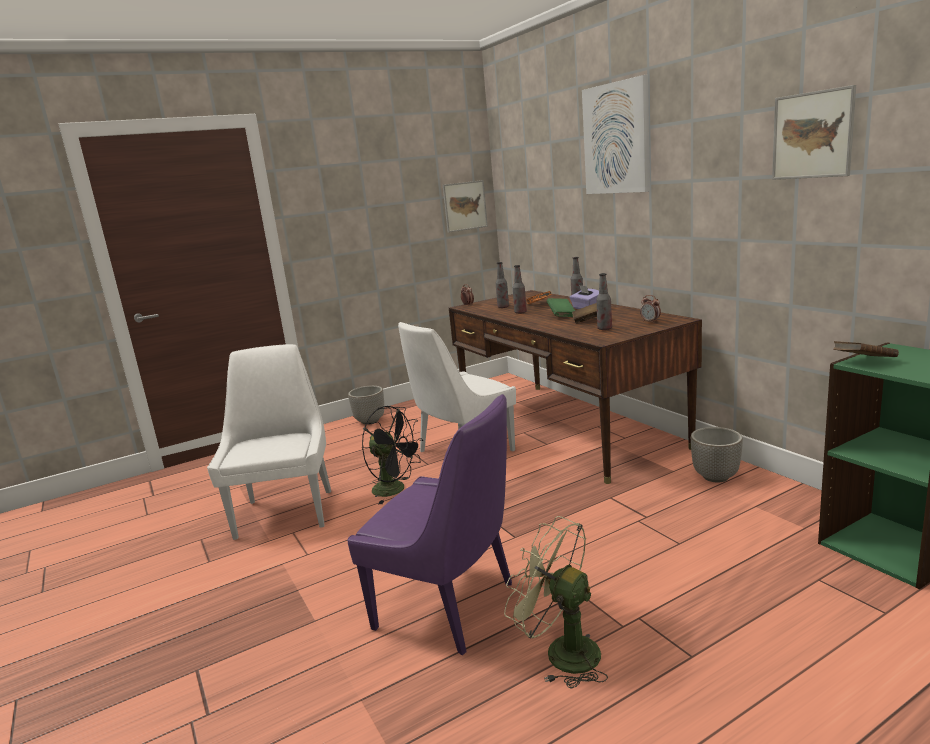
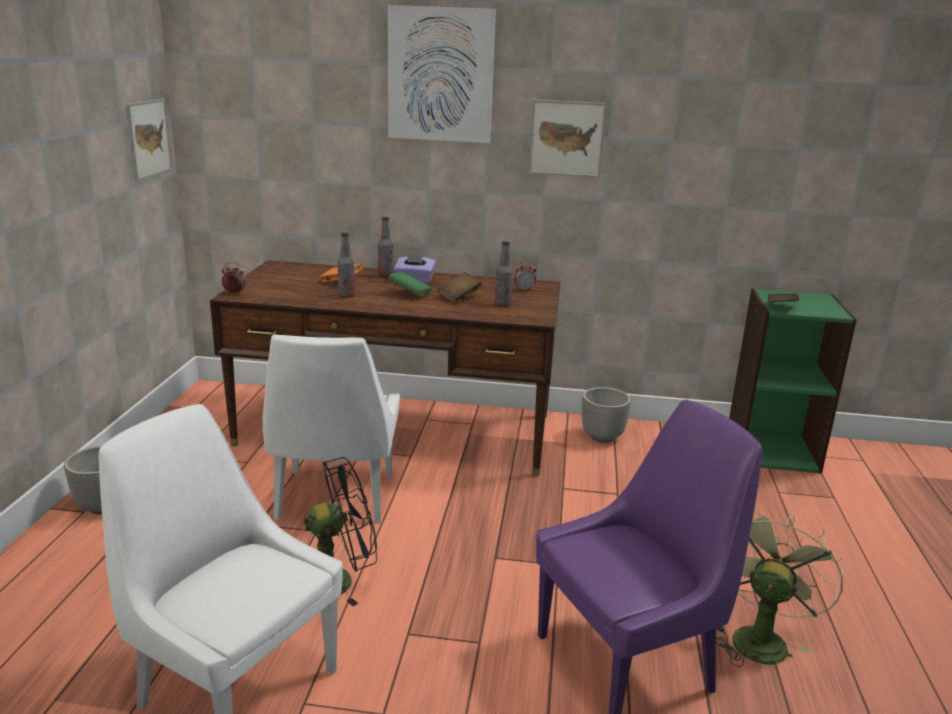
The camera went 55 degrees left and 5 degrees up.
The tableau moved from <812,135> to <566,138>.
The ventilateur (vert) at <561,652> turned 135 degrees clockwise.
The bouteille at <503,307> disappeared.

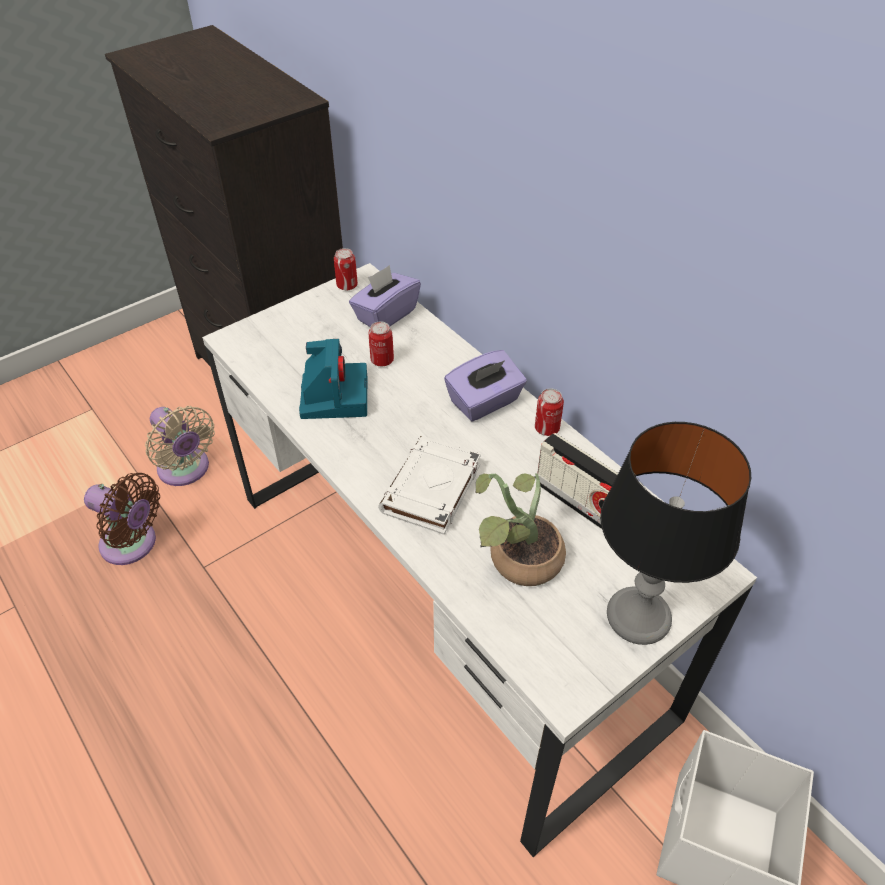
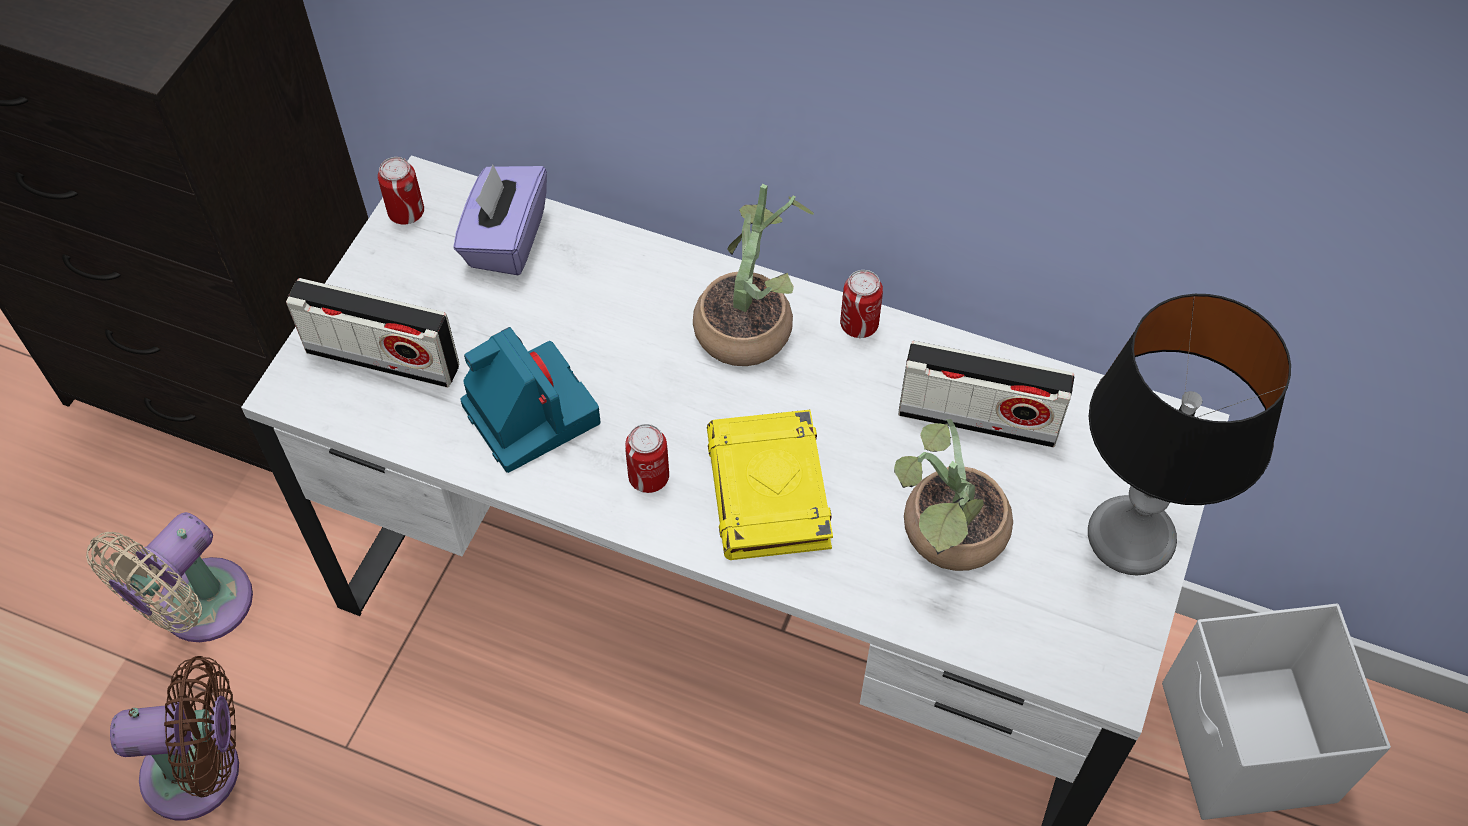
The camera went 30 degrees left and 10 degrees up.
The ventilateur (beige) at <186,470> turned 105 degrees clockwise.
The radio at <383,358> appeared.
The boîte métallique moved from <382,360> to <648,477>.
The boîte à mouchoirs (violet) at <485,402> was replaced by the plante en pot at <750,322>.
The livre (blanc) at <431,490> became the livre (jaune) at <770,492>.

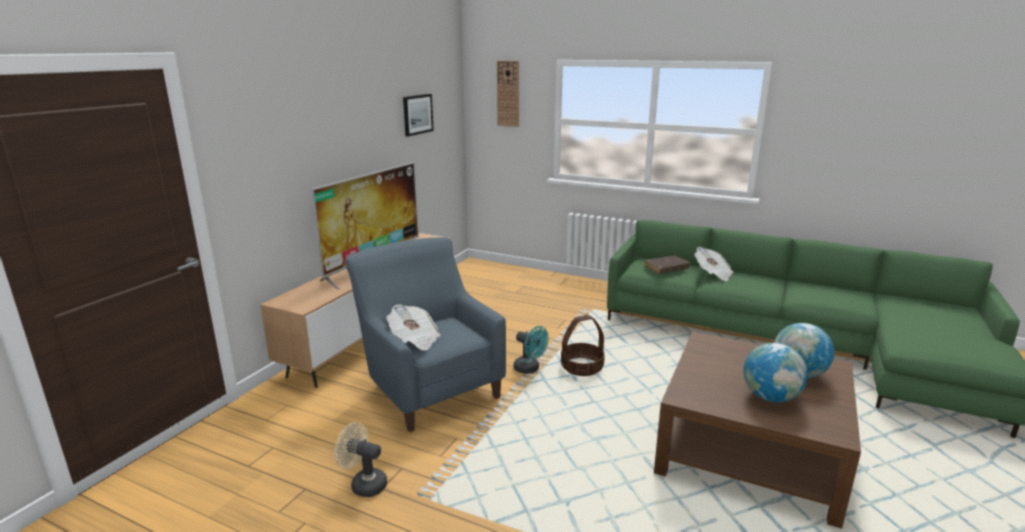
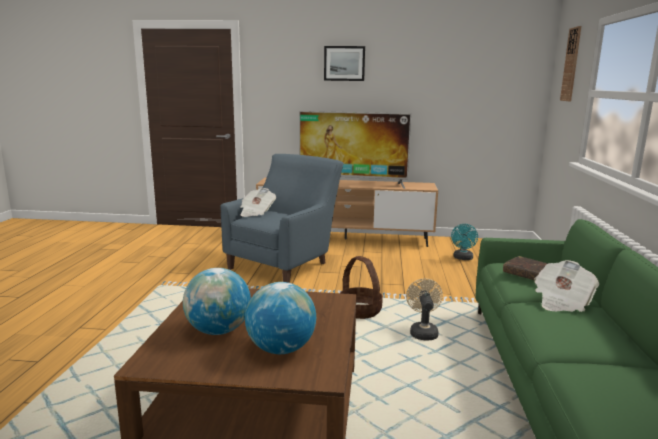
The camera went 70 degrees right and 5 degrees down.
The tableau moved from <417,114> to <344,63>.
The ventilateur (beige) moved from <364,484> to <423,332>.
The ventilateur (turquoise) moved from <530,369> to <463,258>.

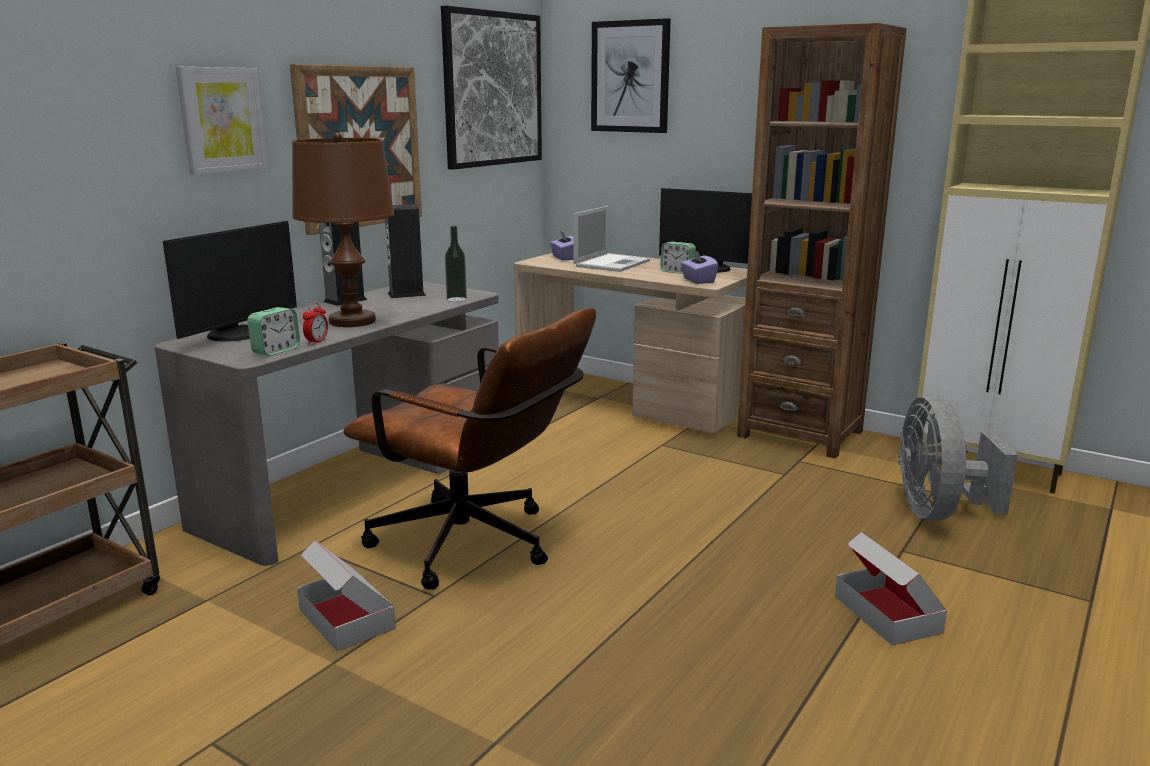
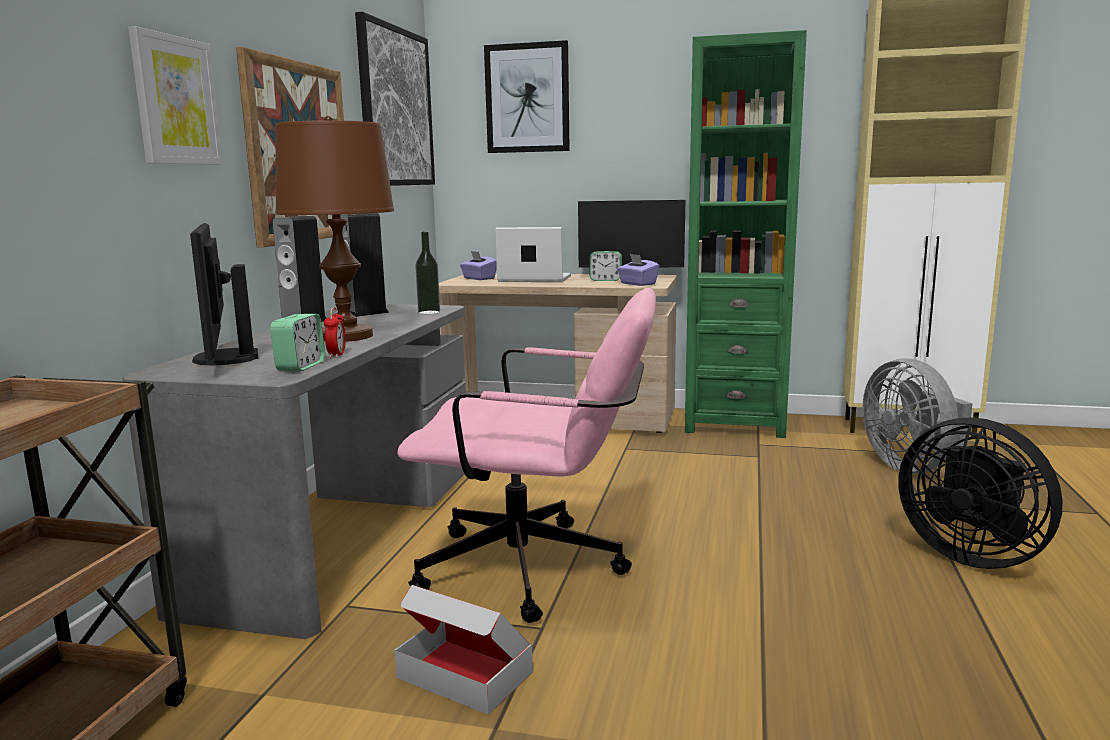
The camera went 20 degrees left and 5 degrees down.
The écran d'ordinateur at <238,334> turned 150 degrees clockwise.
The chaise de bureau (marron) at <476,547> became the chaise de bureau (rose) at <539,570>.
The ordinateur portable at <612,263> turned 90 degrees counterclockwise.
The bibliothèque (marron) at <800,434> became the bibliothèque (vert) at <735,423>.
The carton at <887,614> was replaced by the ventilateur (noir) at <971,554>.

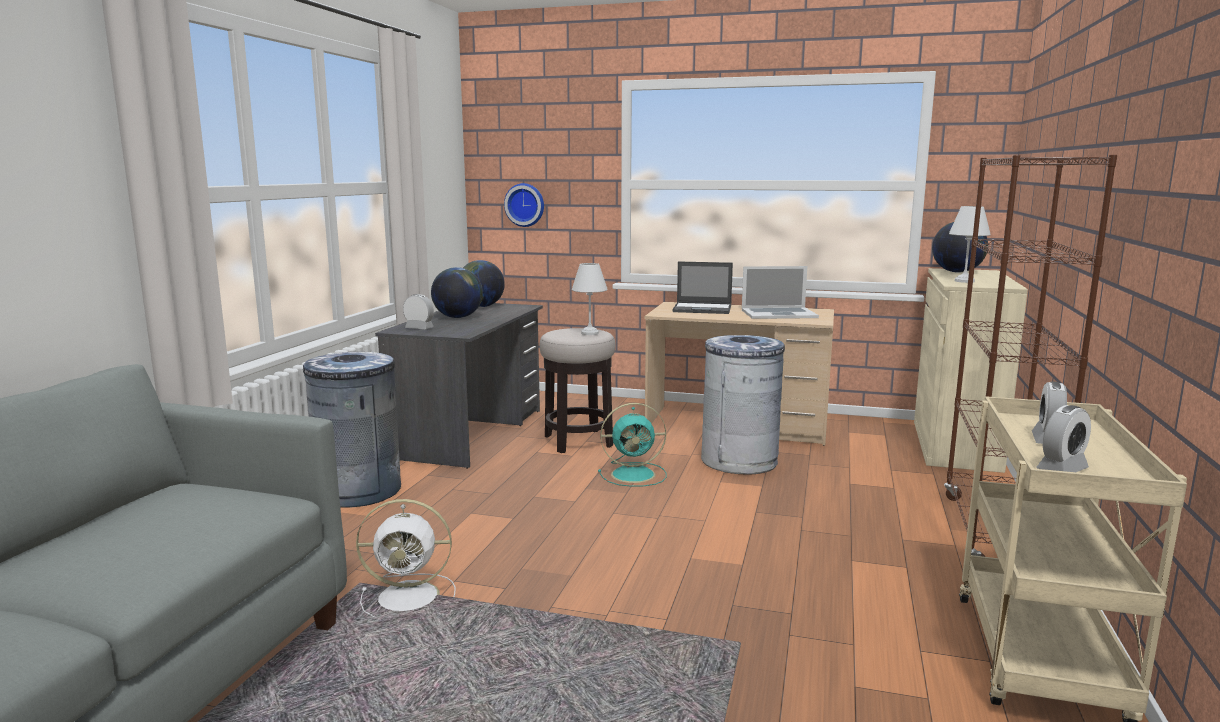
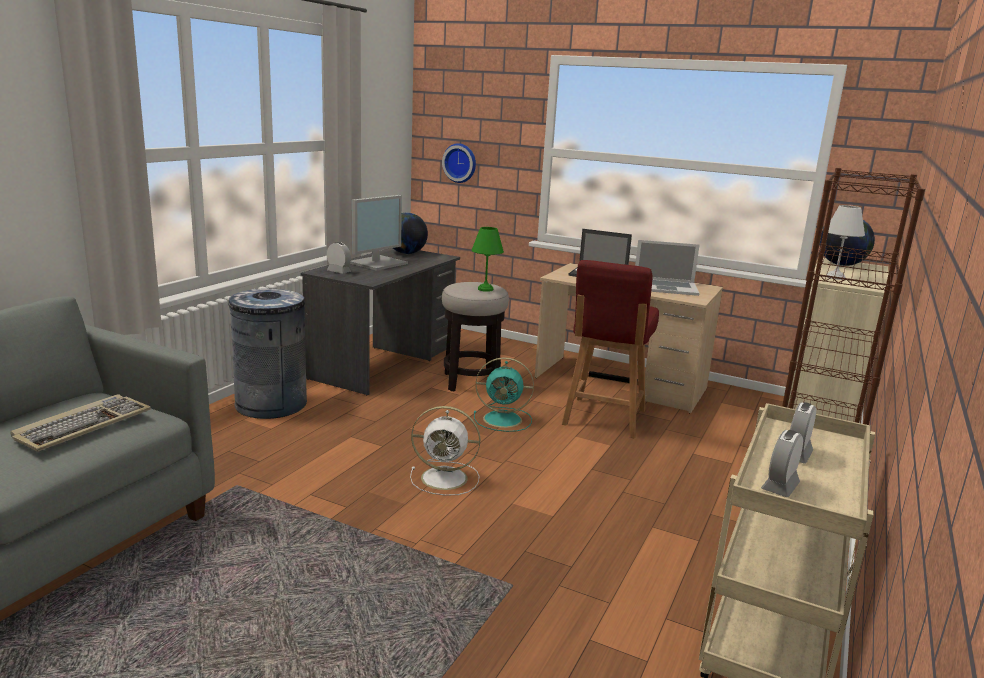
The camera went 10 degrees right and 5 degrees up.
The clavier at <83,425> appeared.
The globe at <458,317> was replaced by the écran d'ordinateur at <378,263>.
The ventilateur (blanc) moved from <411,597> to <446,478>.
The lampe de table (blanc) at <590,333> became the lampe de table (vert) at <485,289>.
The poubelle (gris) at <739,461> was replaced by the chaise (rouge) at <603,418>.
The réveil at <1062,469> turned 150 degrees clockwise.

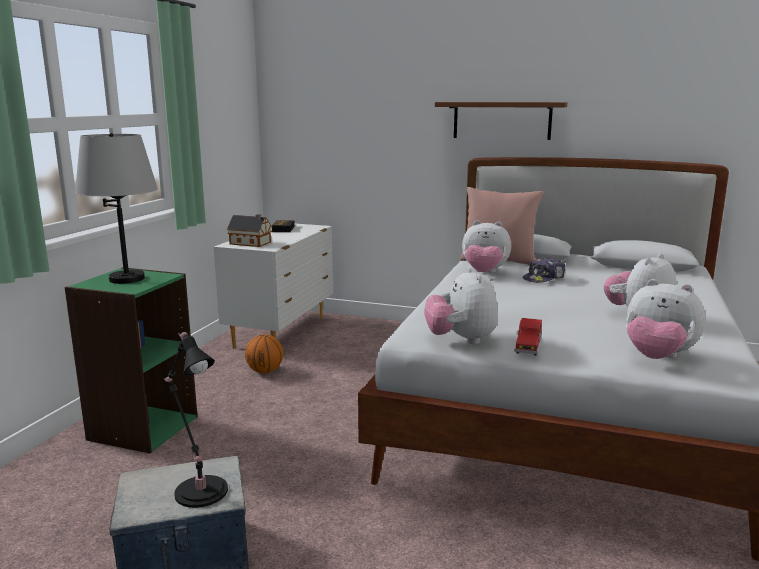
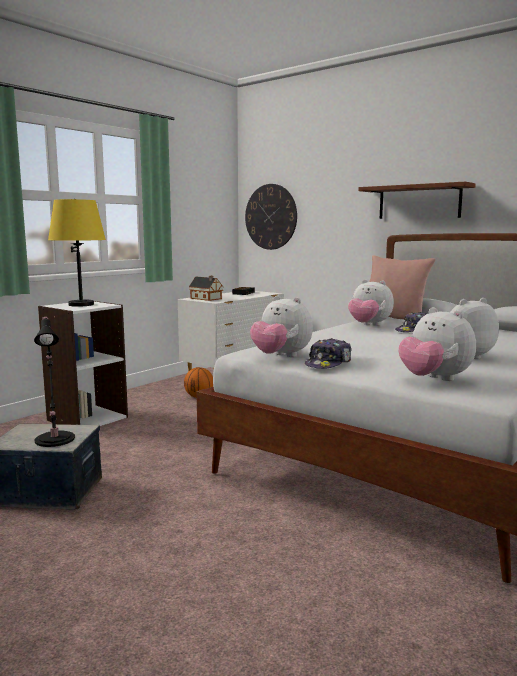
The camera went 20 degrees right and 5 degrees down.
The bibliothèque (vert) at <142,428> became the bibliothèque (blanc) at <87,418>.
The lampe de table (gris) at <127,279> became the lampe de table (jaune) at <81,304>.
The horloge murale at <271,217> appeared.
The peluche at <461,340> turned 60 degrees counterclockwise.
The petite voiture (rouge) at <528,346> was replaced by the casquette at <328,364>.

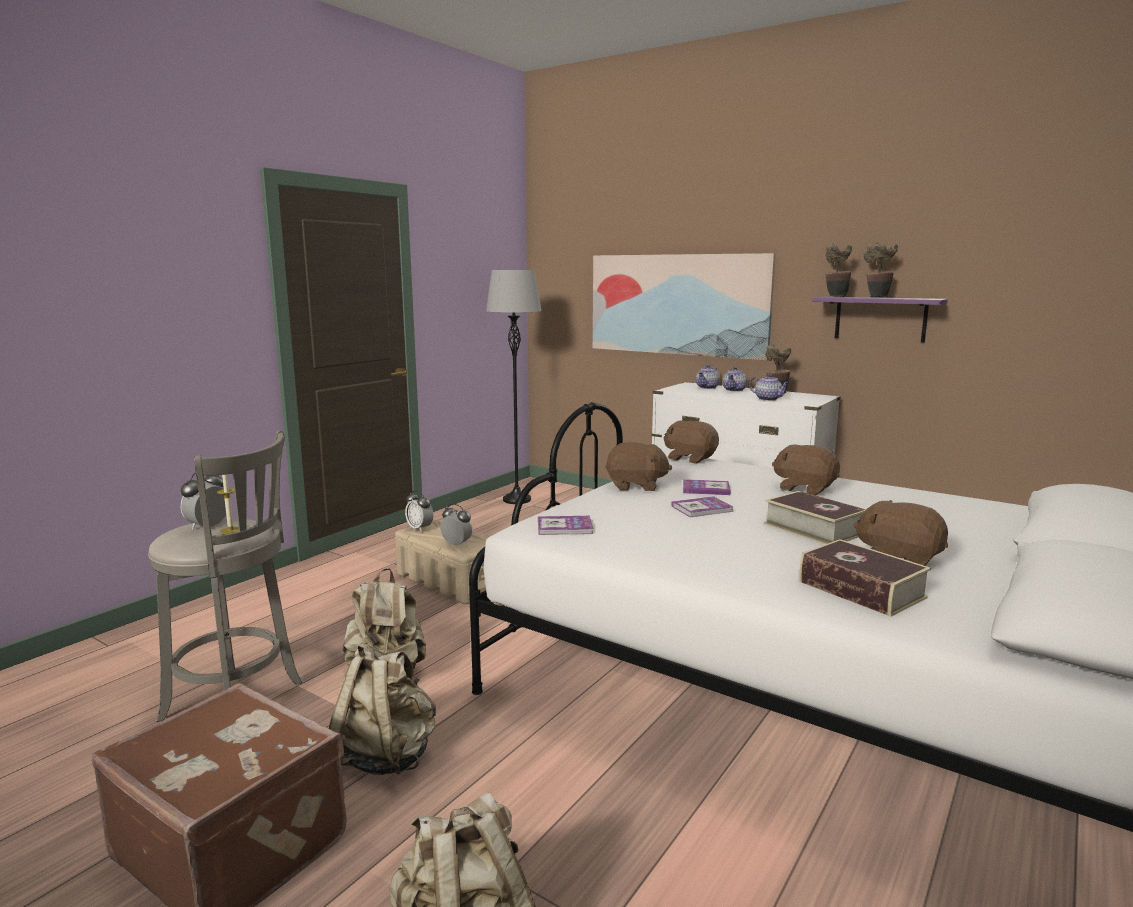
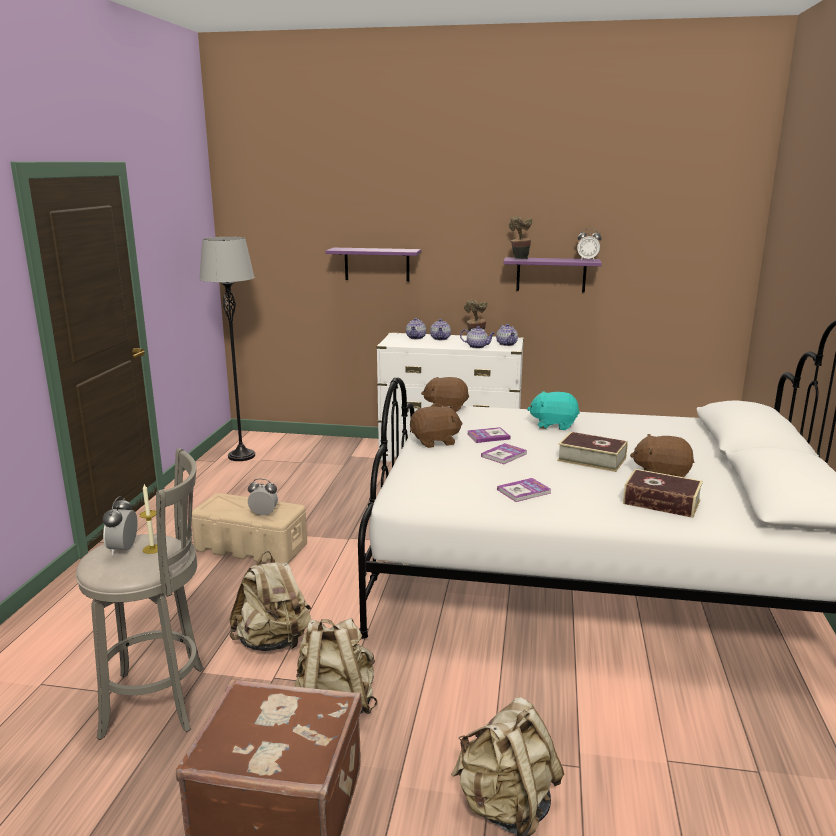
The camera went 25 degrees left and 5 degrees up.
The tableau at <677,304> was replaced by the étagère (violet) at <377,264>.
The théière at <507,344> appeared.
The livre moved from <564,527> to <524,491>.
The peluche (marron) at <805,488> became the peluche (turquoise) at <553,425>.
The réveil moved from <420,528> to <587,260>.
The plante en pot at <876,297> disappeared.

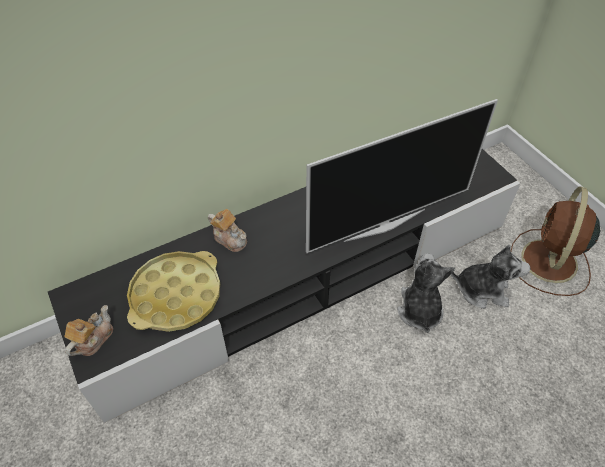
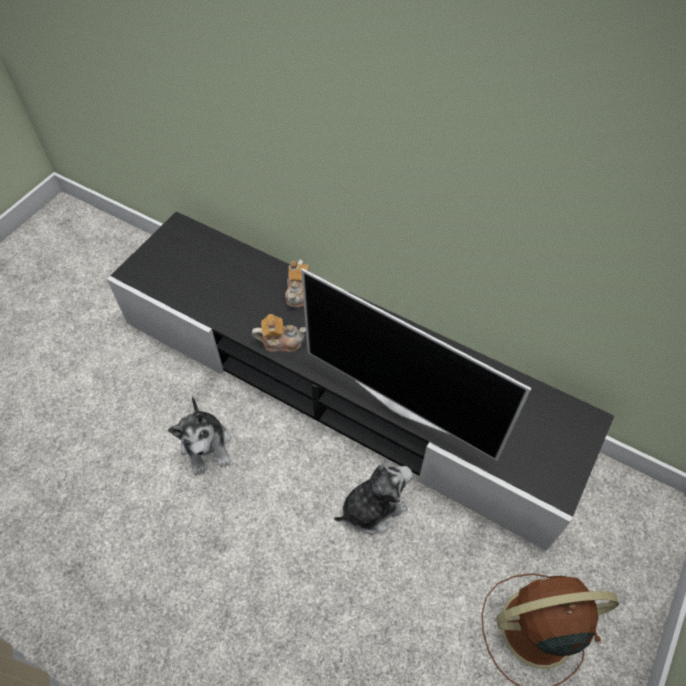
The camera went 60 degrees right and 5 degrees up.
The peluche moved from <482,290> to <207,445>.
The théière moved from <93,339> to <281,342>.
The plateau (jaune) at <176,295> disappeared.

